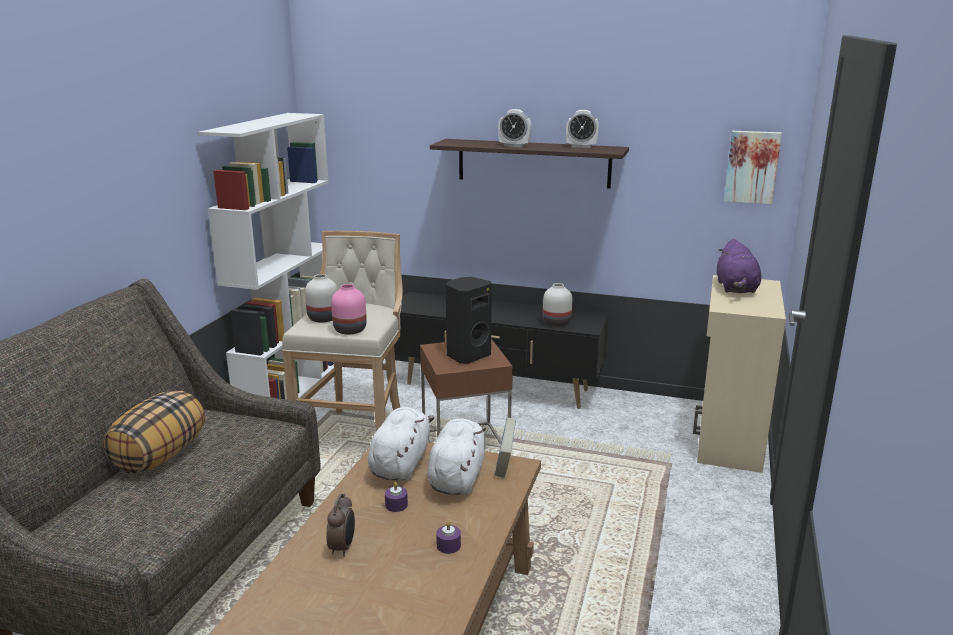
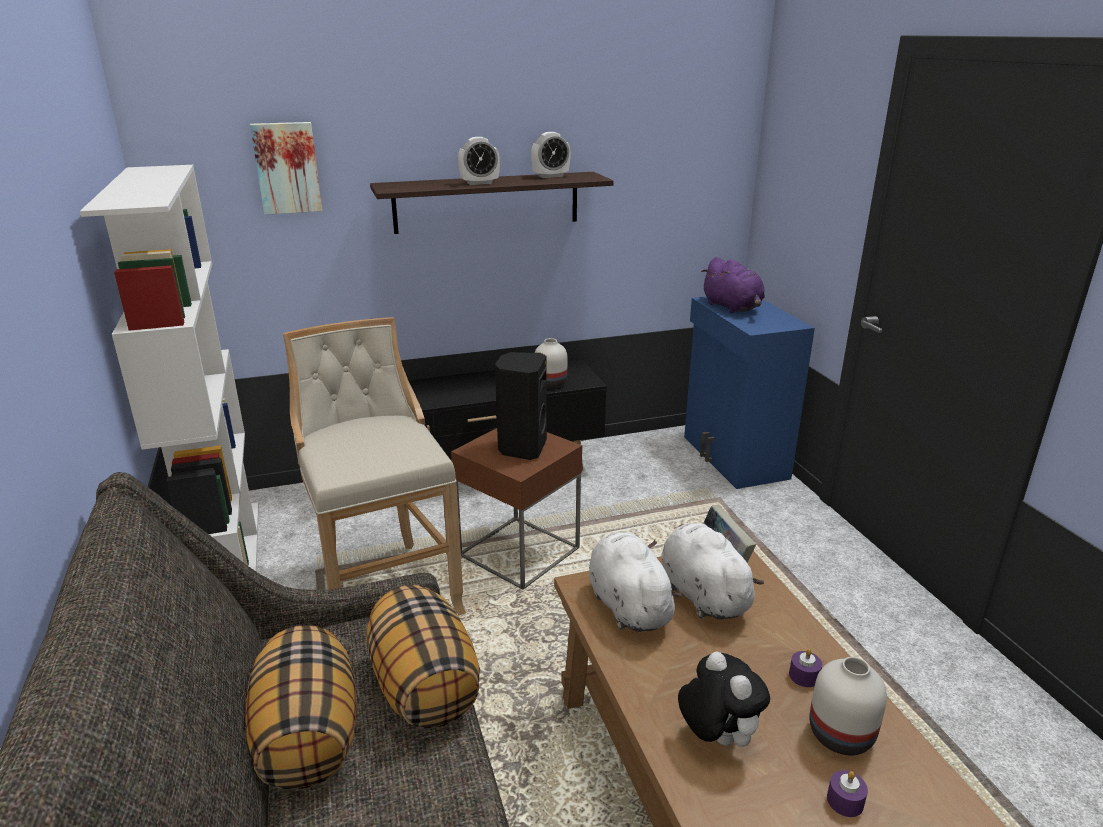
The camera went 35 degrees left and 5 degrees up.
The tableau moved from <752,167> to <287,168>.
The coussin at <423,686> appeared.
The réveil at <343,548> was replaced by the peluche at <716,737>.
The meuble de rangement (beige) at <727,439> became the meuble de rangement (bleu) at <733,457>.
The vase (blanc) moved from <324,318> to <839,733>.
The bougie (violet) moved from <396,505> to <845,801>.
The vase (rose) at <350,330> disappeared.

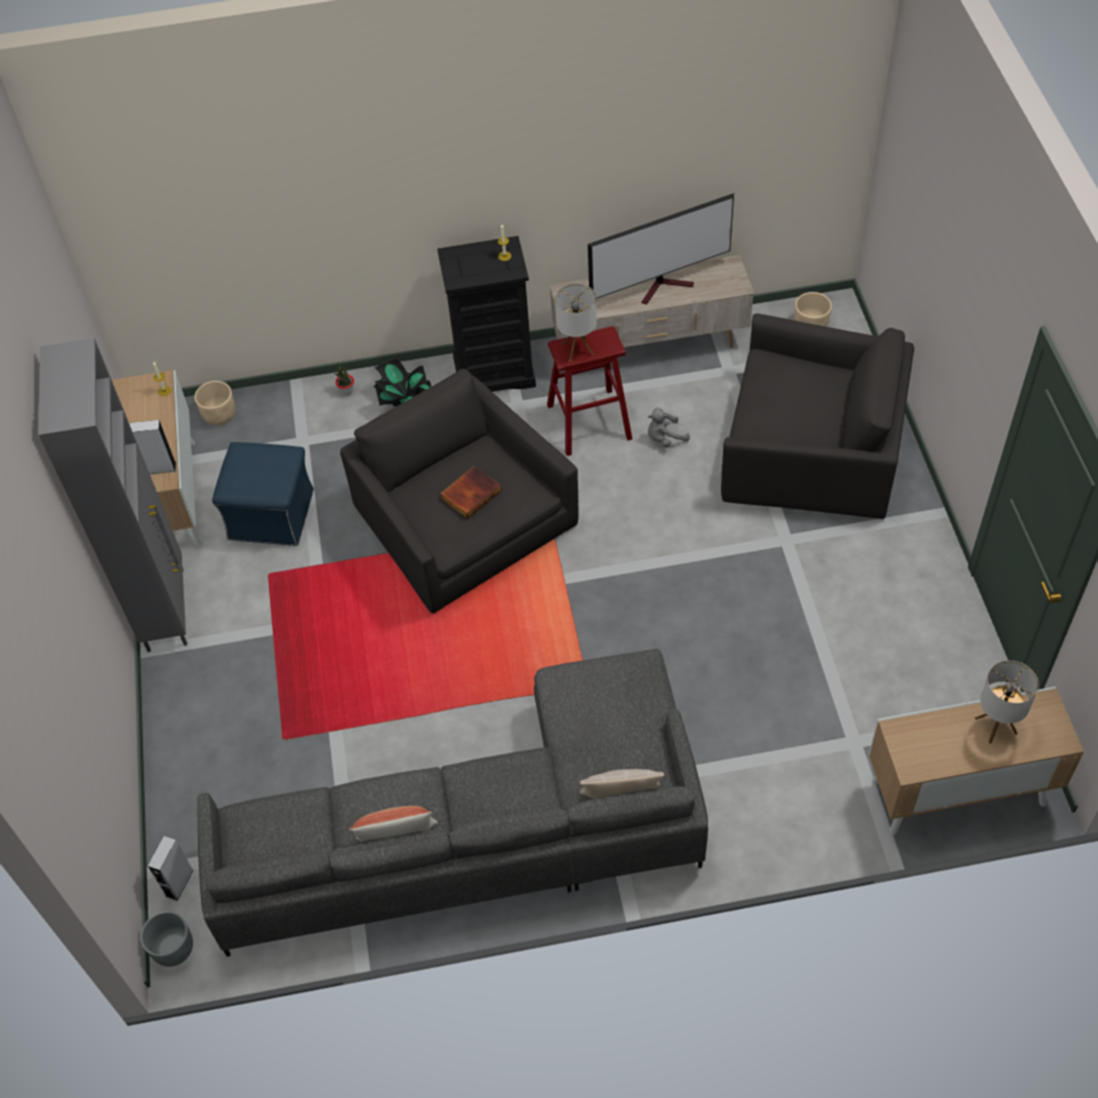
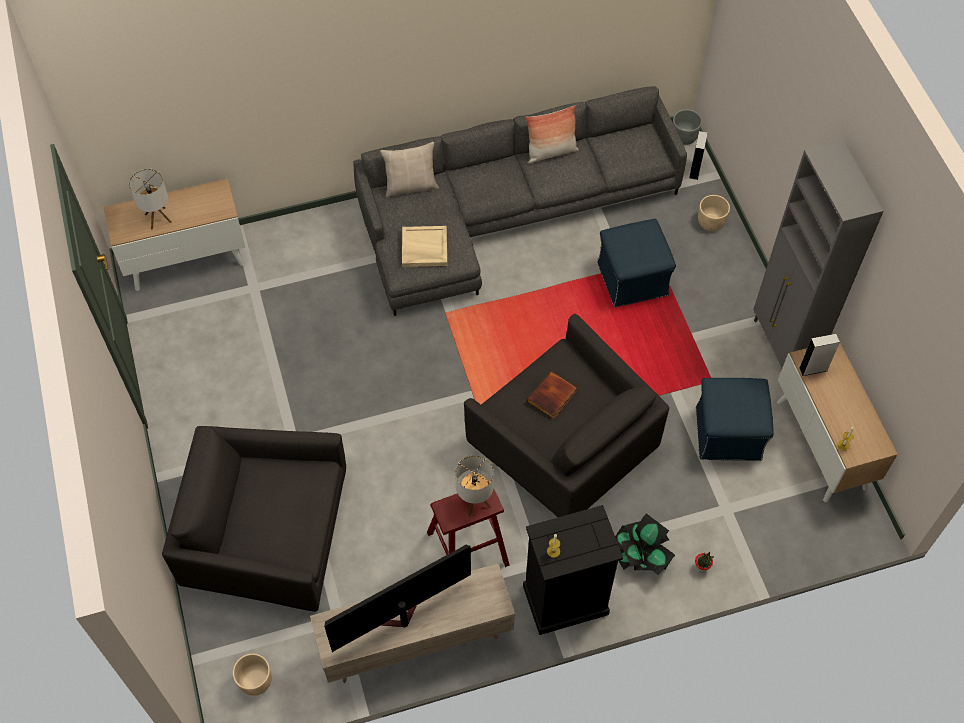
The camera went 170 degrees right and 5 degrees up.
The plateau (beige) at <424,248> appeared.
The pouf (bleu) at <632,279> appeared.
The cache-pot (beige) moved from <220,415> to <710,222>.
The peluche (gris) at <664,438> disappeared.

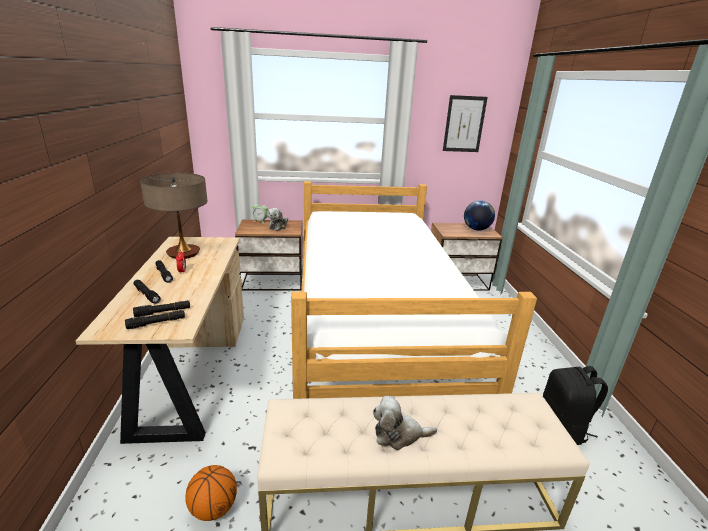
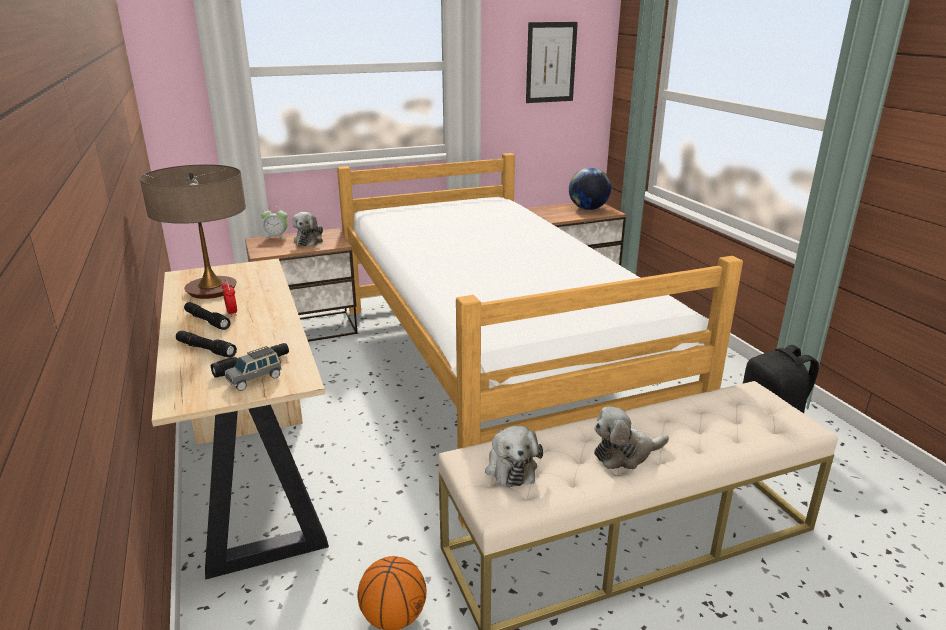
The camera went 15 degrees left and 0 degrees up.
The lampe de poche (noir) at <156,323> was replaced by the petite voiture (gris) at <255,379>.
The peluche at <510,466> appeared.

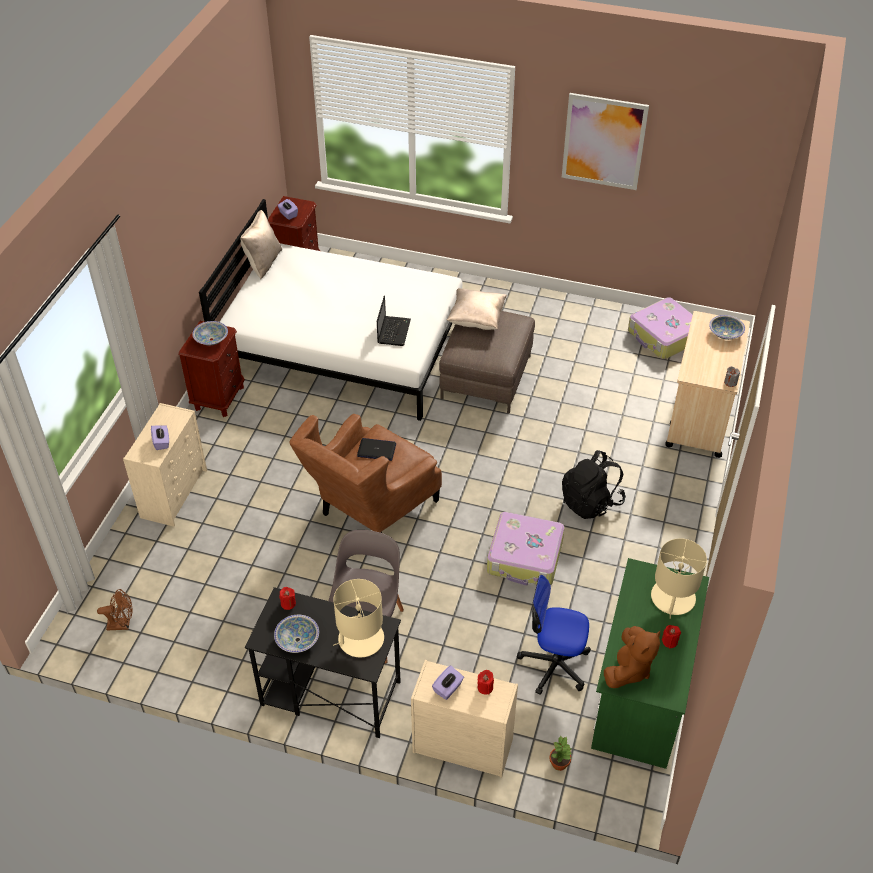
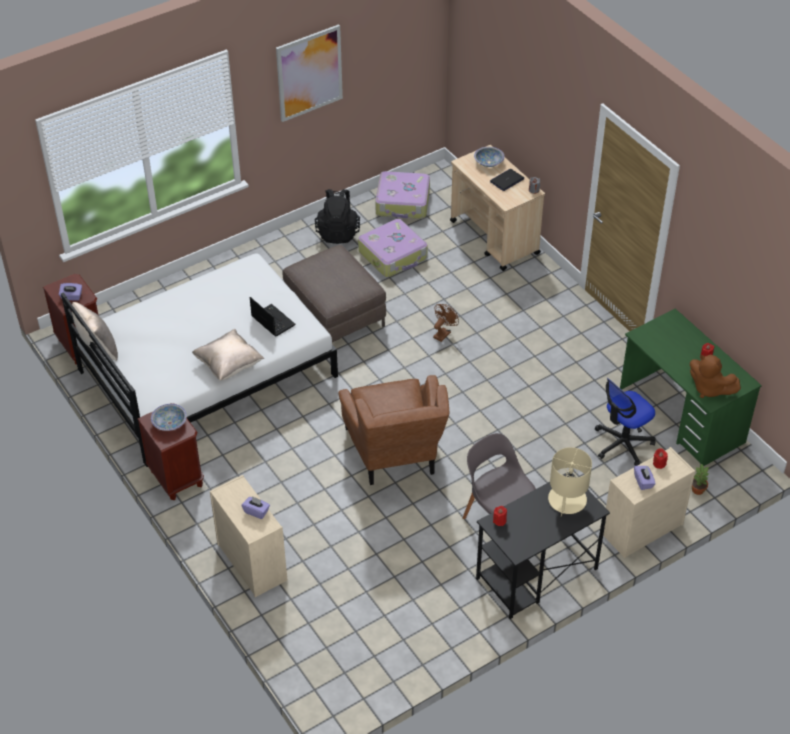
The camera went 50 degrees left and 0 degrees up.
The coussin (beige) moved from <476,320> to <229,365>.
The sac à dos (noir) moved from <591,502> to <338,232>.
The valise moved from <525,557> to <393,255>.
The ventilateur (marron) moved from <122,624> to <443,333>.
The ordinateur portable moved from <377,450> to <507,180>.
The peluche (marron) at <628,669> turned 150 degrees clockwise.
The bol at <297,639> disappeared.
The lampe de table (beige) at <672,598> disappeared.

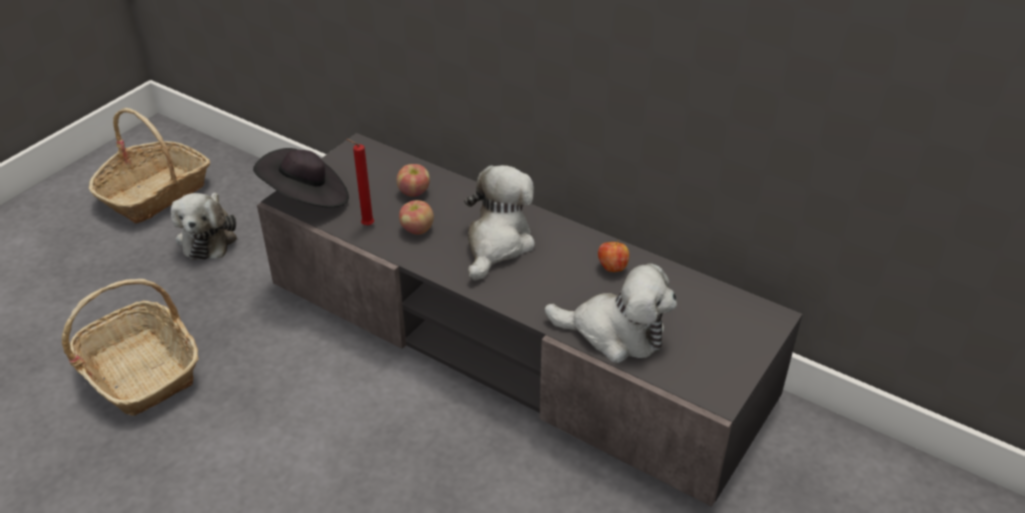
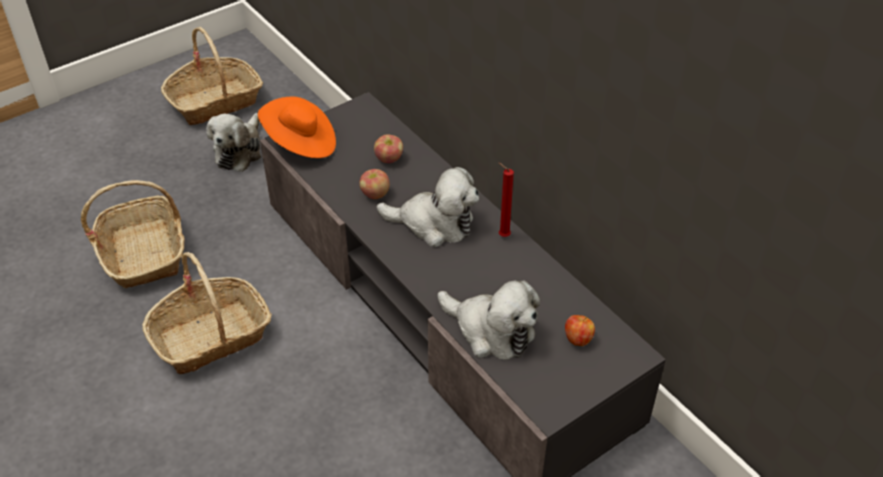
The camera went 20 degrees right and 5 degrees up.
The panier at <211,336> appeared.
The chapeau (noir) at <306,198> became the chapeau (orange) at <300,143>.
The peluche at <497,243> turned 60 degrees clockwise.
The bougie (rouge) moved from <365,225> to <502,235>.
The pomme moved from <612,268> to <578,339>.

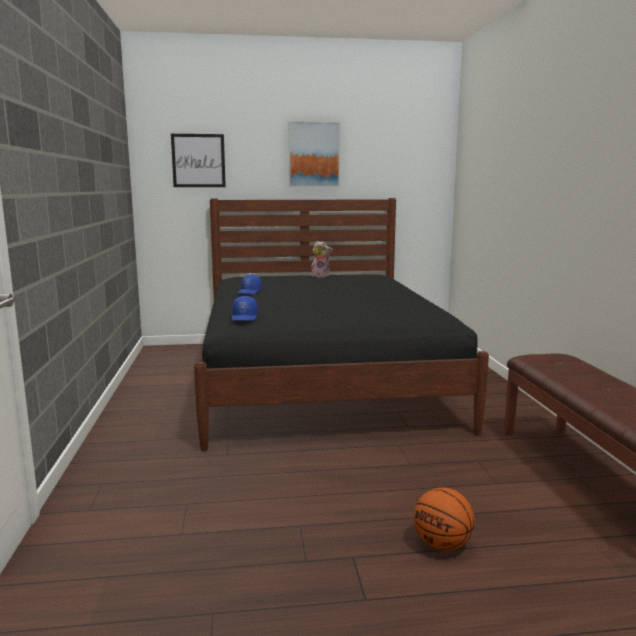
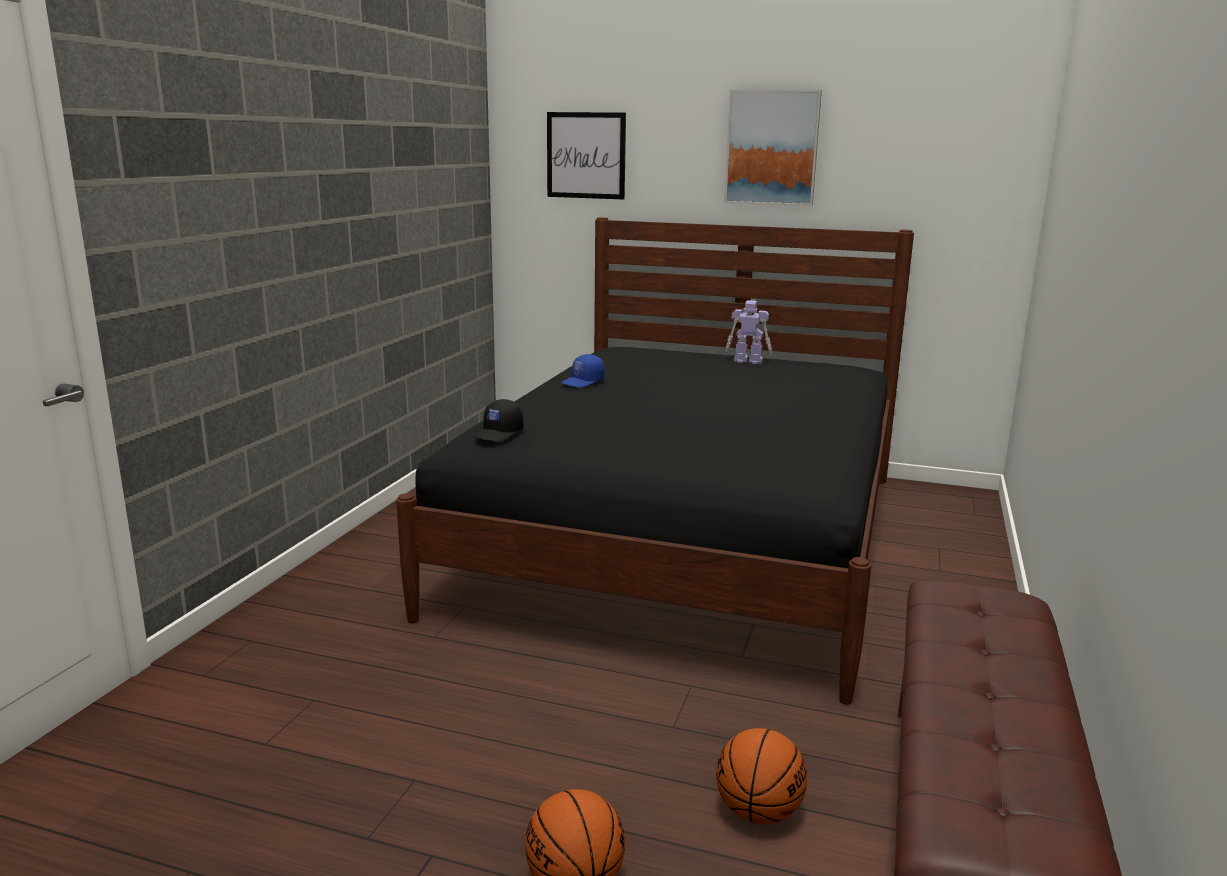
The camera went 25 degrees right and 5 degrees up.
The casquette (bleu) at <245,317> became the casquette (noir) at <499,433>.
The ballon de basket at <758,812> appeared.
The peluche at <320,276> was replaced by the robot jouet at <747,361>.

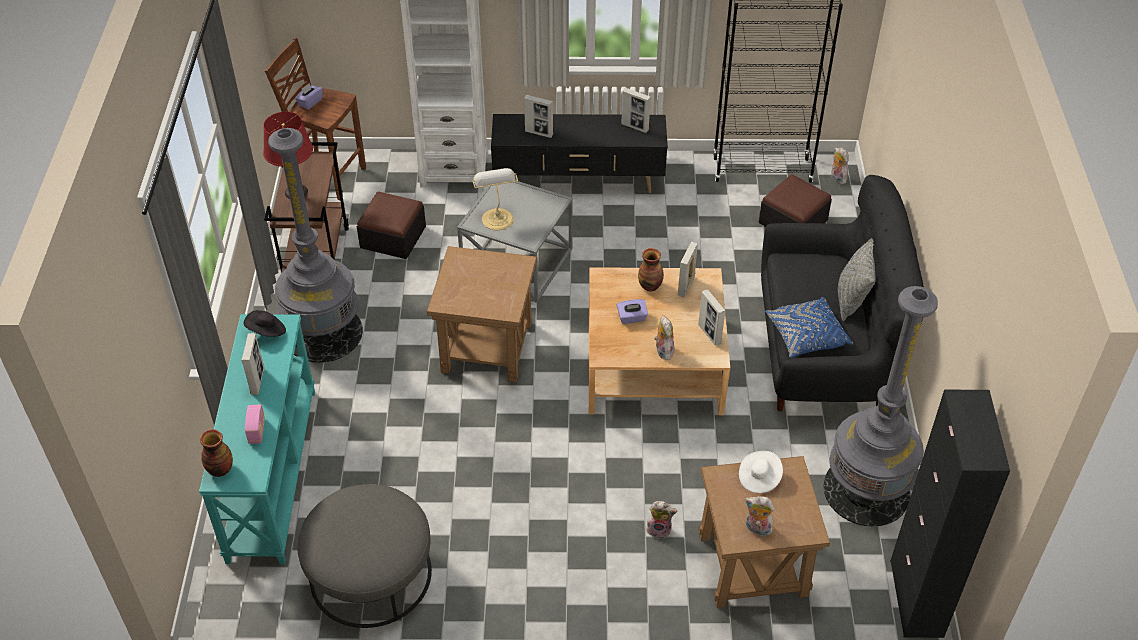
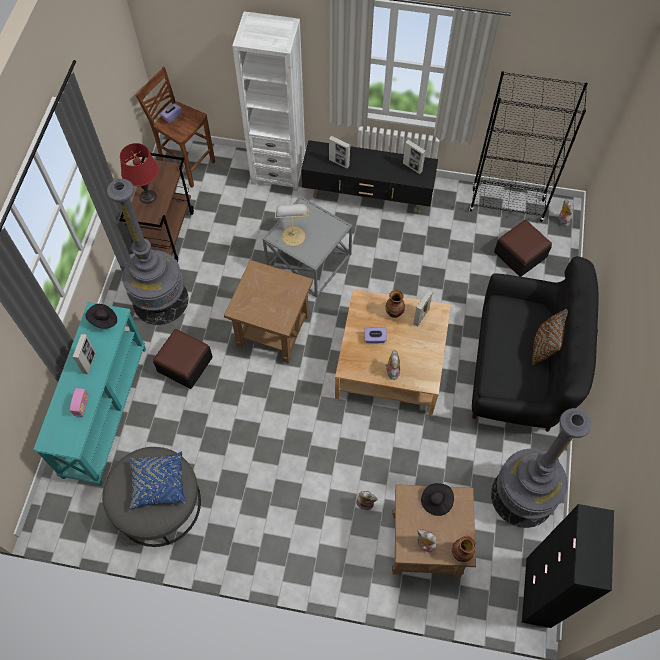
The camera went 10 degrees right and 15 degrees up.
The coussin (bleu) moved from <806,336> to <158,483>.
The pouf moved from <393,237> to <185,364>.
The chapeau (blanc) at <759,478> became the chapeau (noir) at <436,501>.
The vase moved from <219,469> to <460,553>.
The coussin (gris) at <851,299> became the coussin (marron) at <543,346>.
The cadre photo at <709,334> disappeared.

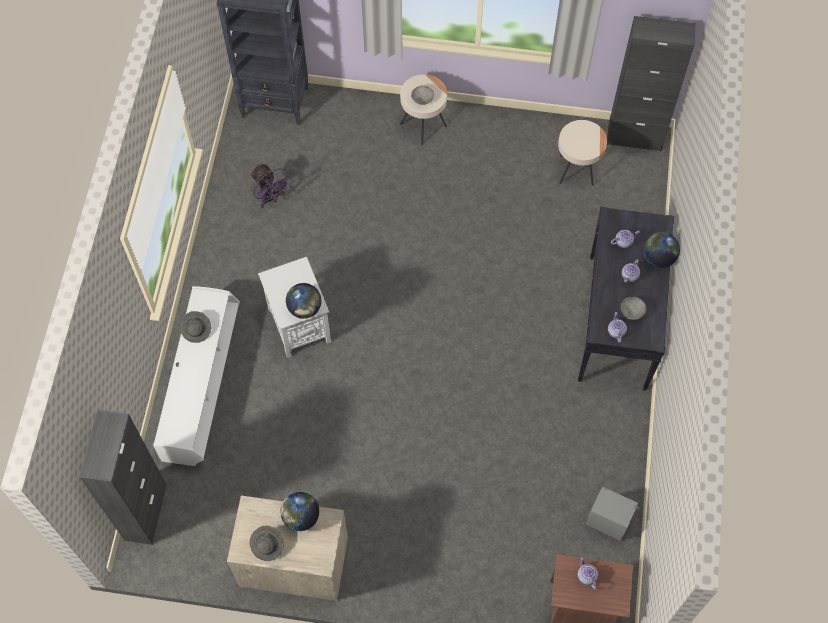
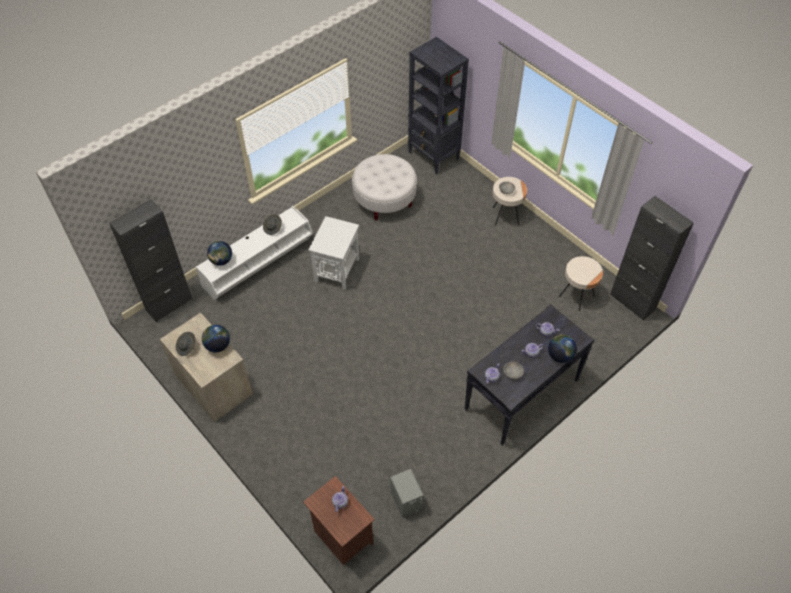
The camera went 40 degrees right and 10 degrees down.
The globe moved from <304,308> to <221,261>.
The ventilateur (violet) at <271,198> was replaced by the pouf (blanc) at <384,199>.

